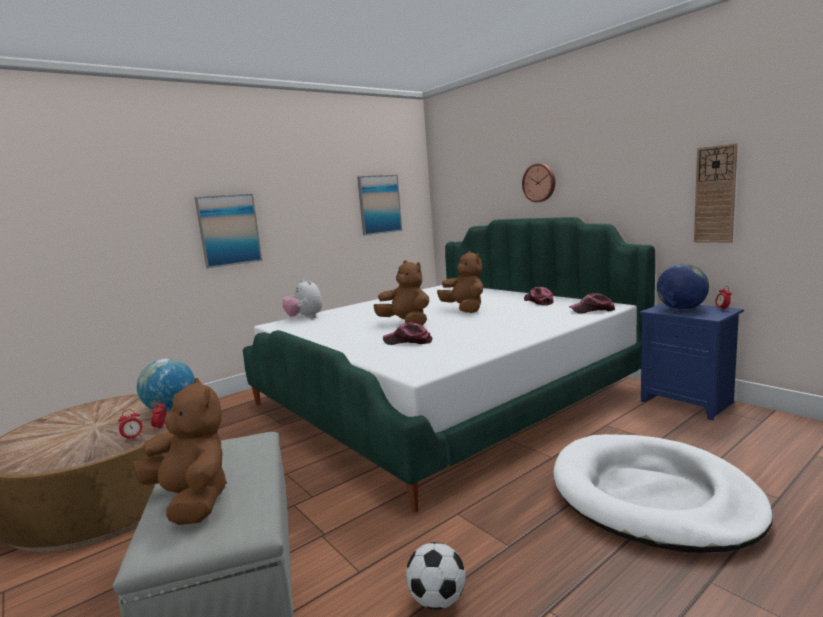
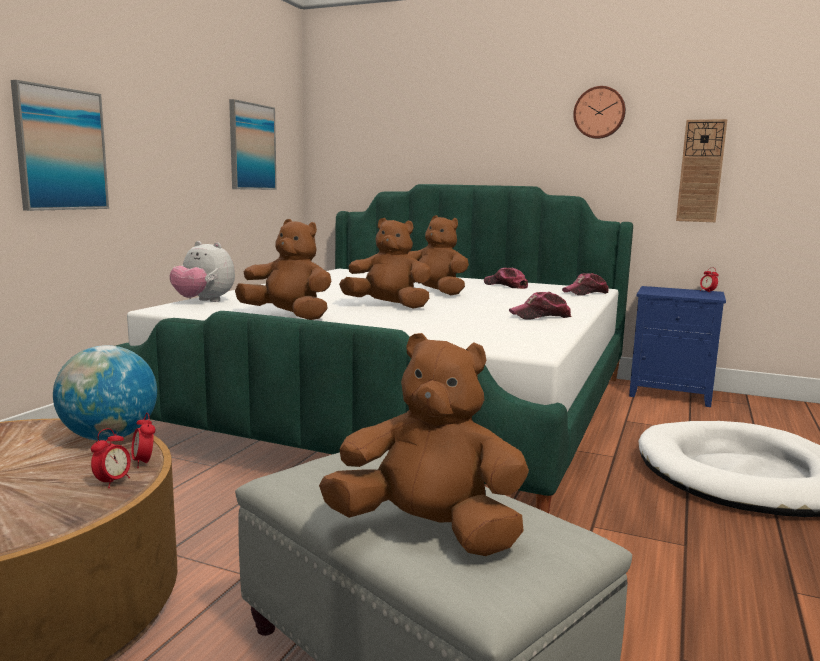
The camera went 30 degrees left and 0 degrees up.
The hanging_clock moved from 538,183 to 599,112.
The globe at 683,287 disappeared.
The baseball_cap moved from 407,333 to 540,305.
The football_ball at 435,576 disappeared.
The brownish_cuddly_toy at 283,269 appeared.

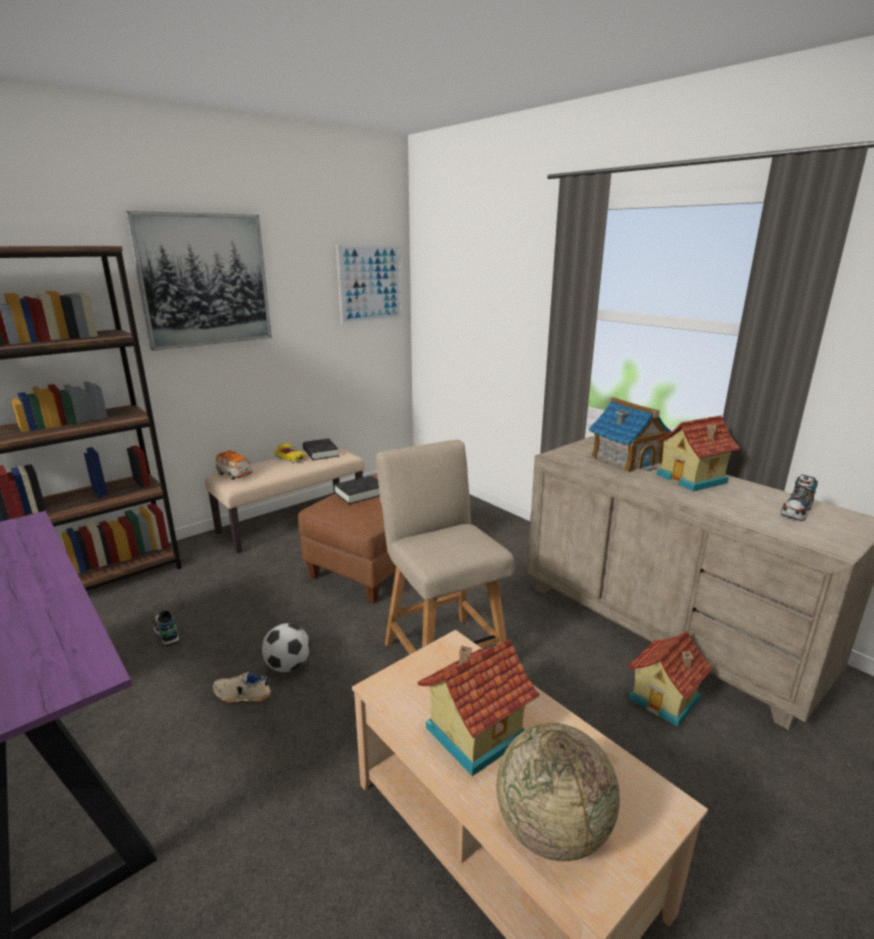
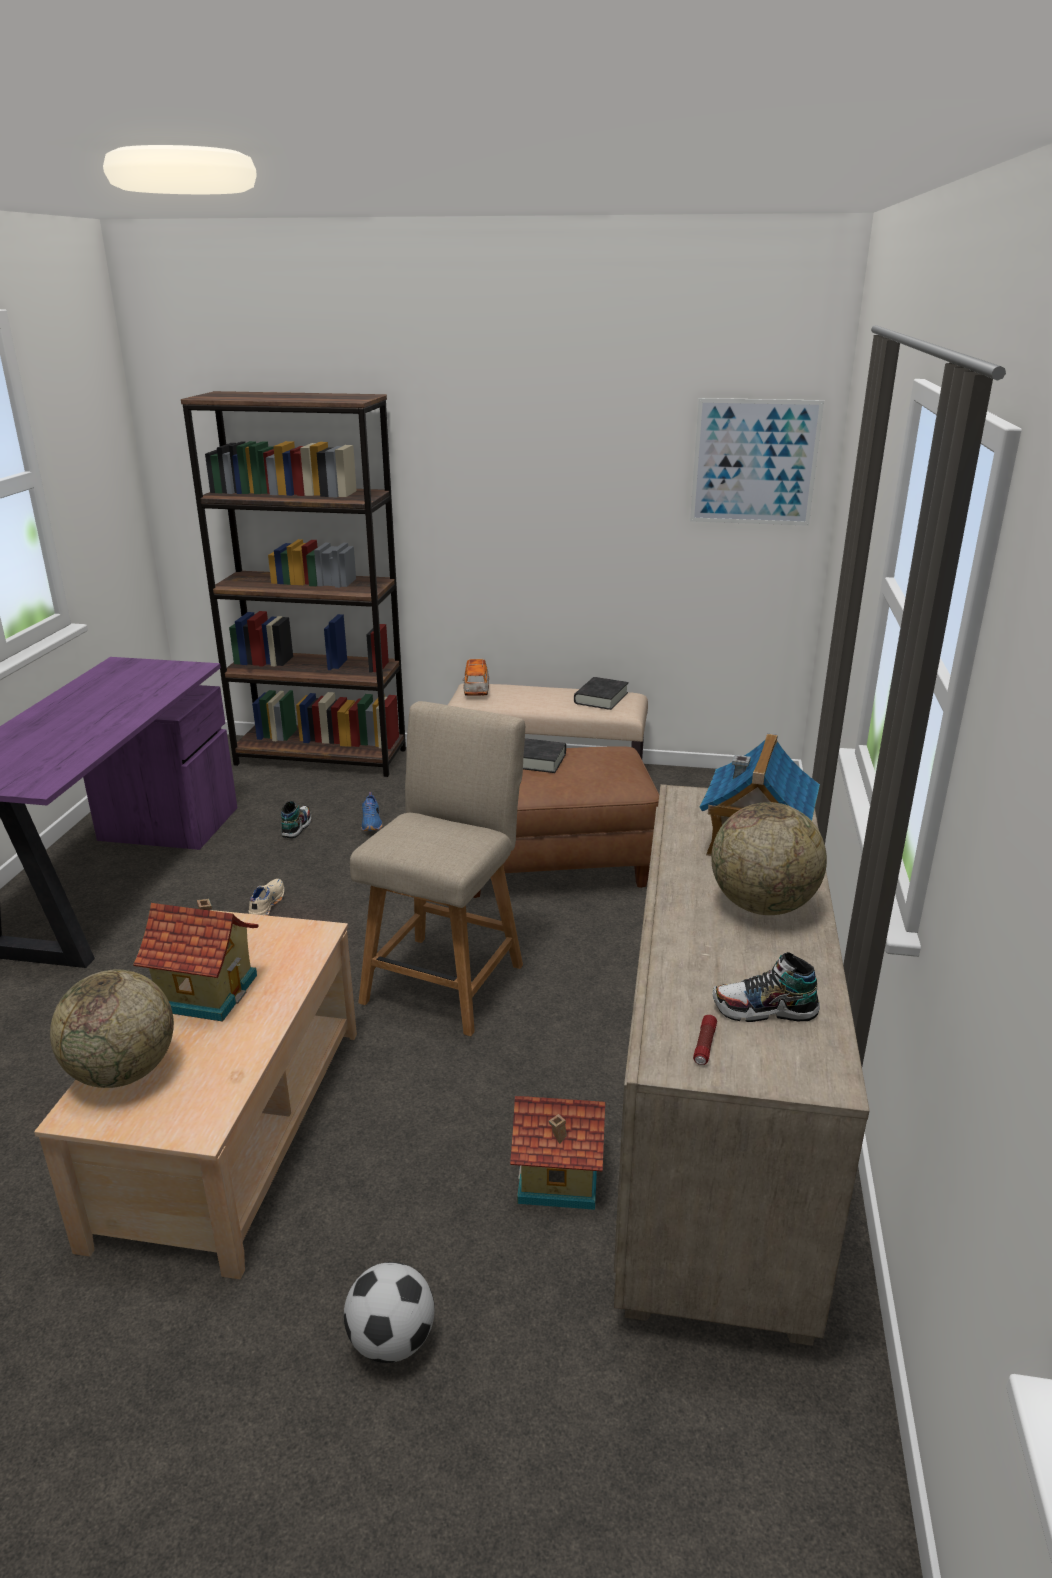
The camera went 50 degrees right and 5 degrees up.
The picture at 198,281 disappeared.
The toy_house at 698,453 was replaced by the globe at 769,858.
The toy_car at 290,453 disappeared.
The football_ball moved from 286,647 to 389,1312.
The beige_shoe at 242,687 turned 45 degrees clockwise.
The bluish_shoe at 371,811 appeared.
The flashlight at 705,1040 appeared.

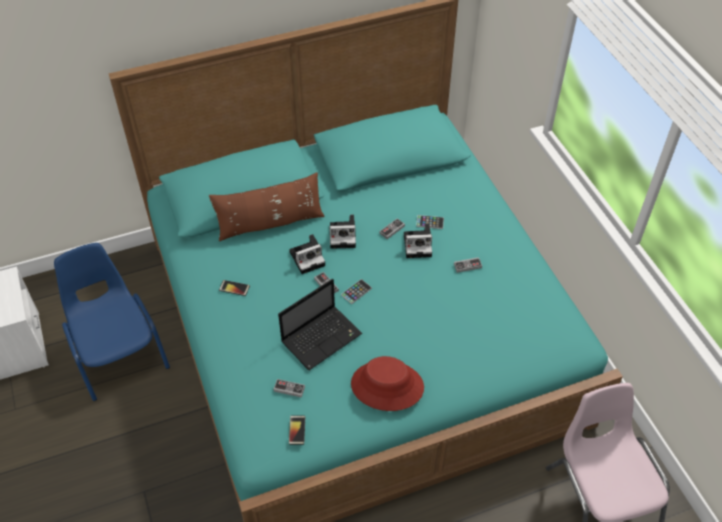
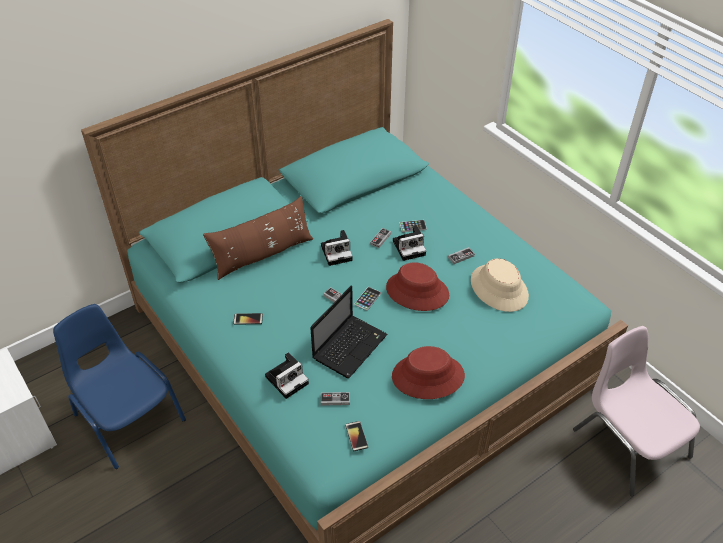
The camera went 15 degrees left and 5 degrees down.
The photo_camera moved from 307,254 to 287,375.
The beige_hat at 500,285 appeared.
The red-coloured_hat at 417,286 appeared.

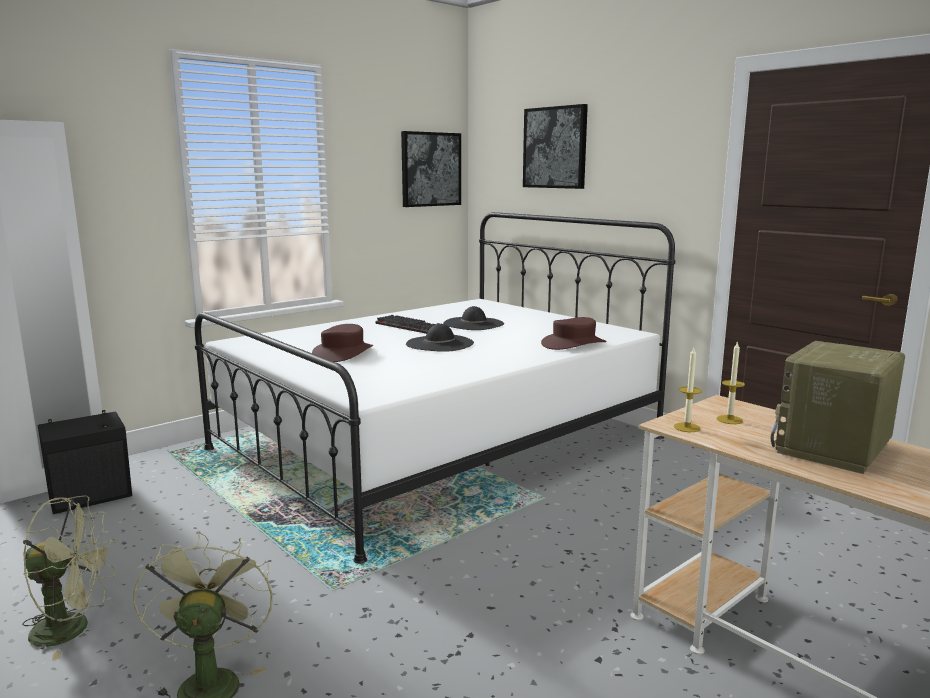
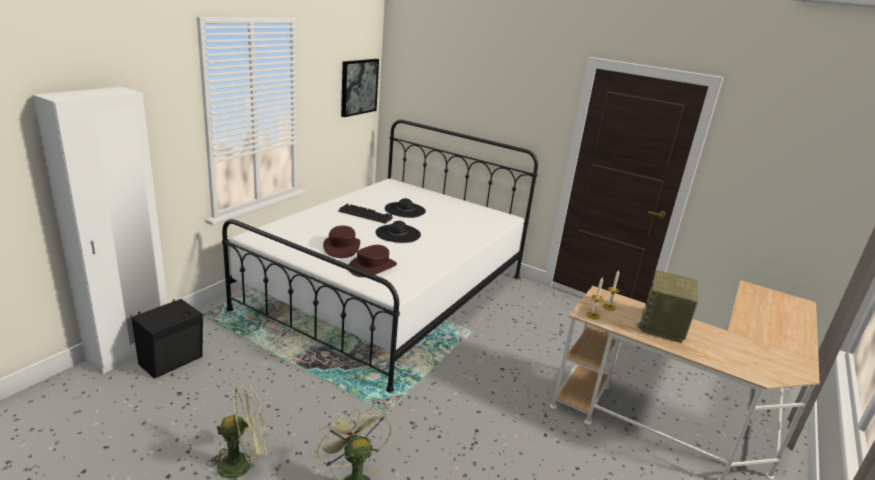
The camera went 20 degrees left and 10 degrees up.
The picture at 555,146 disappeared.
The brownish_hat moved from 574,333 to 373,261.

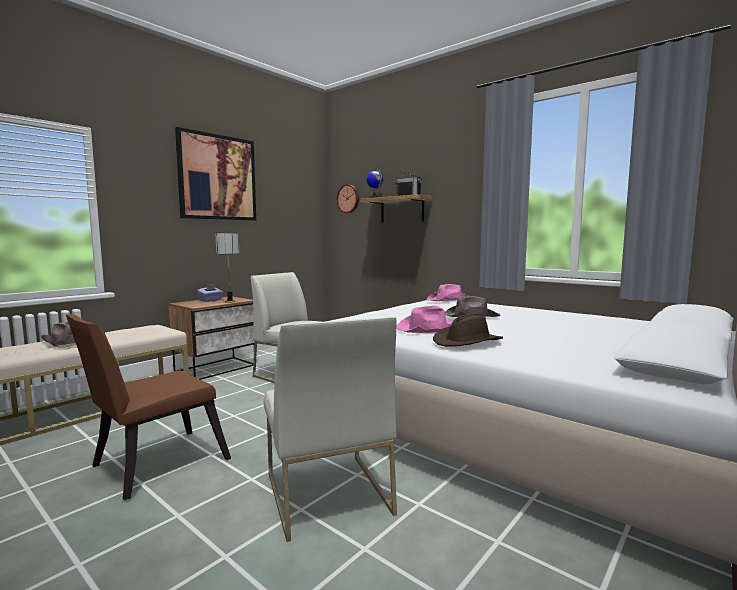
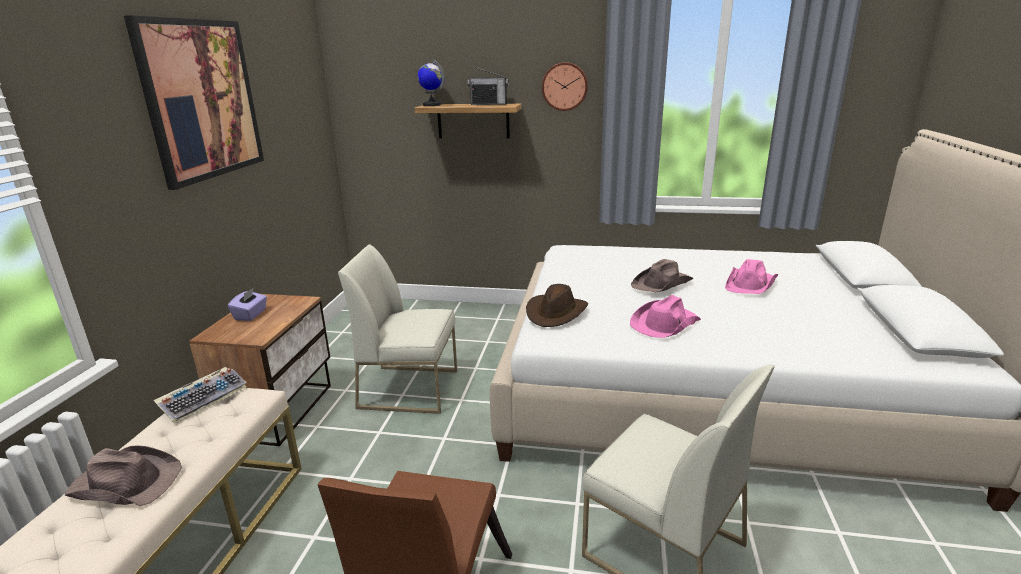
The camera went 30 degrees left and 15 degrees up.
The hanging_clock moved from 347,199 to 565,86.
The tabletop_lamp at 227,268 disappeared.
The pink_hat moved from 447,292 to 751,276.
The brownish_hat moved from 468,330 to 557,305.
The PC_keyboard at 200,395 appeared.

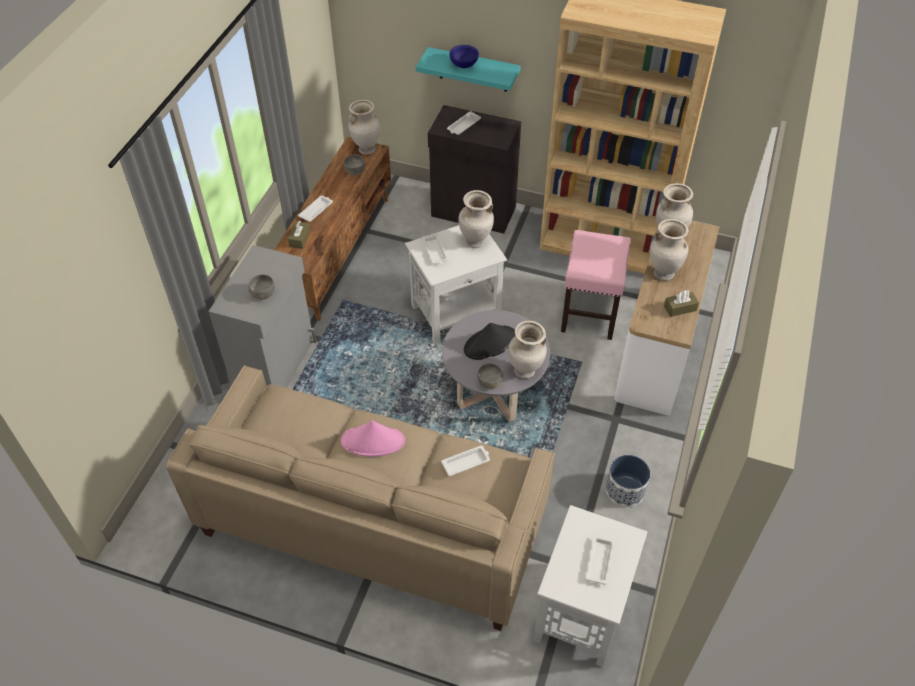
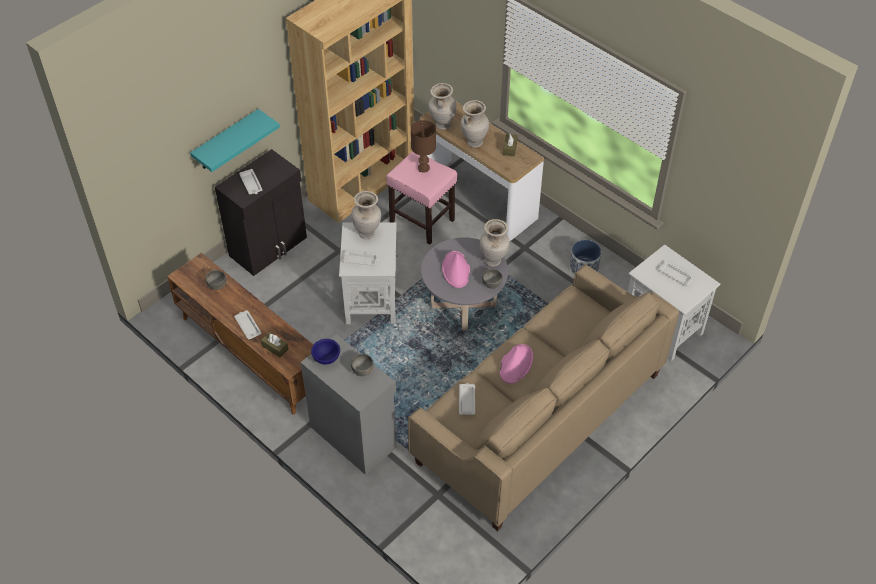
The camera went 65 degrees left and 0 degrees up.
The bluish_serving_bowl moved from 464,56 to 325,352.
The beige_flower_vase at 364,127 disappeared.
The blackish_hat at 489,341 became the pink_hat at 456,269.
The white-coloured_carrying_tray moved from 465,461 to 467,399.
The brownish_tabletop_lamp at 423,146 appeared.

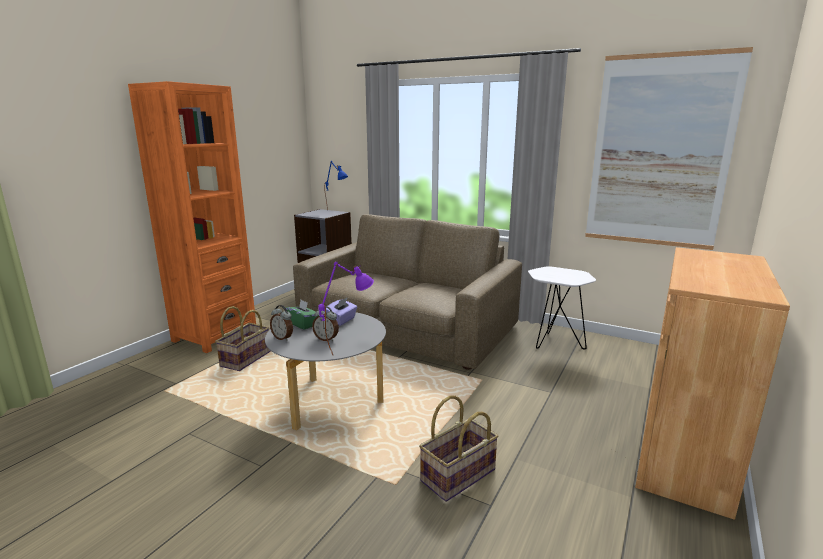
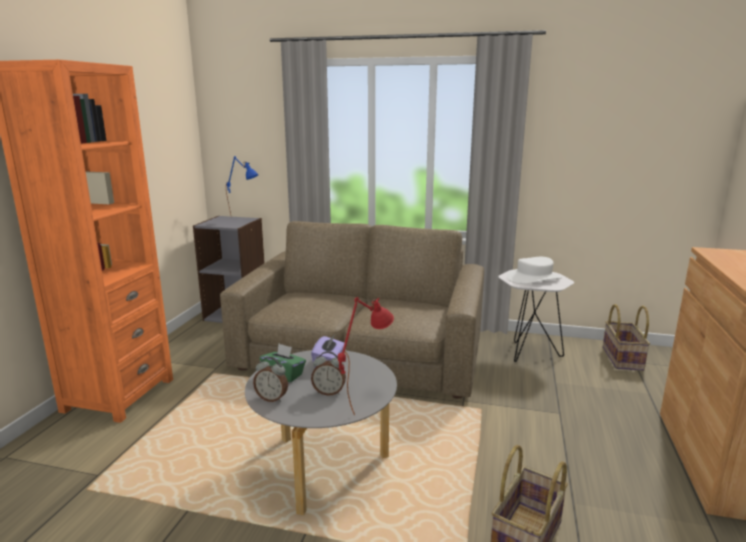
The camera went 15 degrees left and 0 degrees up.
The picture at 669,148 disappeared.
The purple-coloured_tabletop_lamp at 346,309 became the red-coloured_tabletop_lamp at 366,356.
The basket moved from 243,338 to 626,337.
The white-coloured_hat at 534,270 appeared.

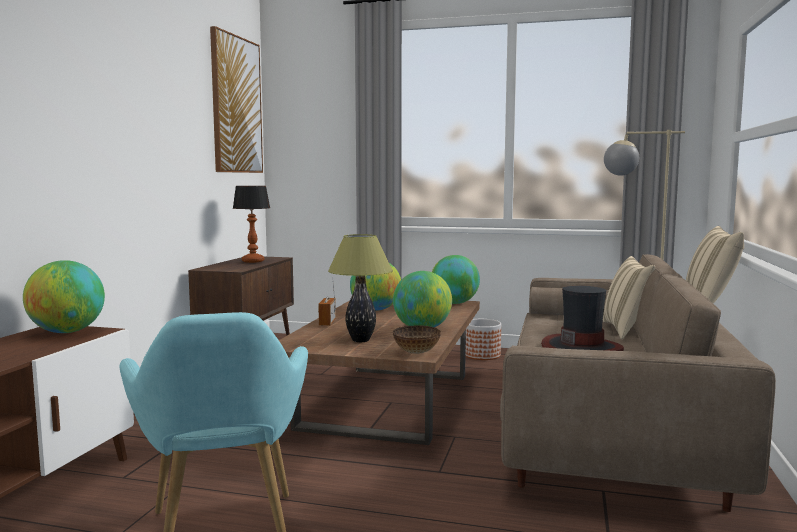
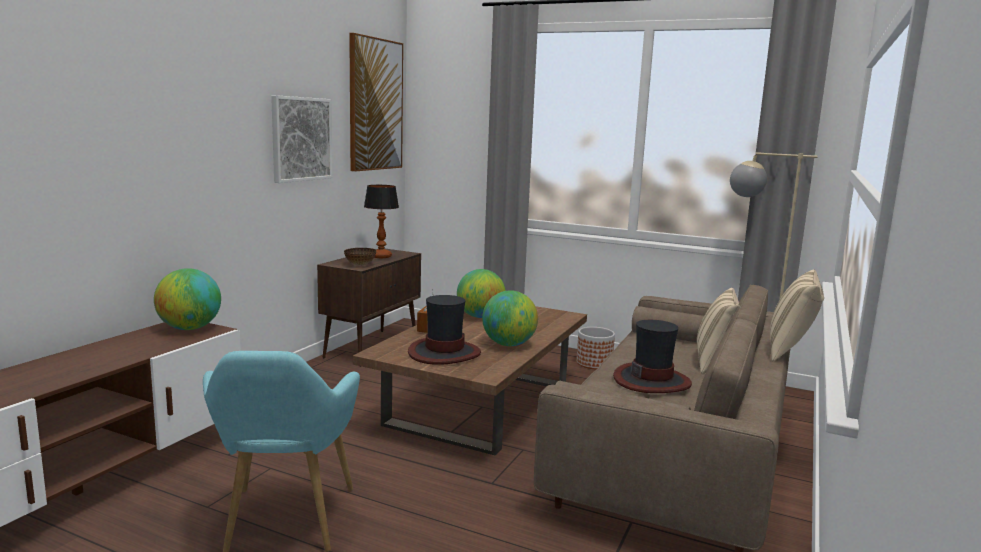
The camera went 10 degrees right and 5 degrees up.
The tabletop_lamp at 360,288 was replaced by the hat at 444,330.
The globe at 456,279 disappeared.
The serving_bowl moved from 417,339 to 360,257.
The picture at 301,139 appeared.

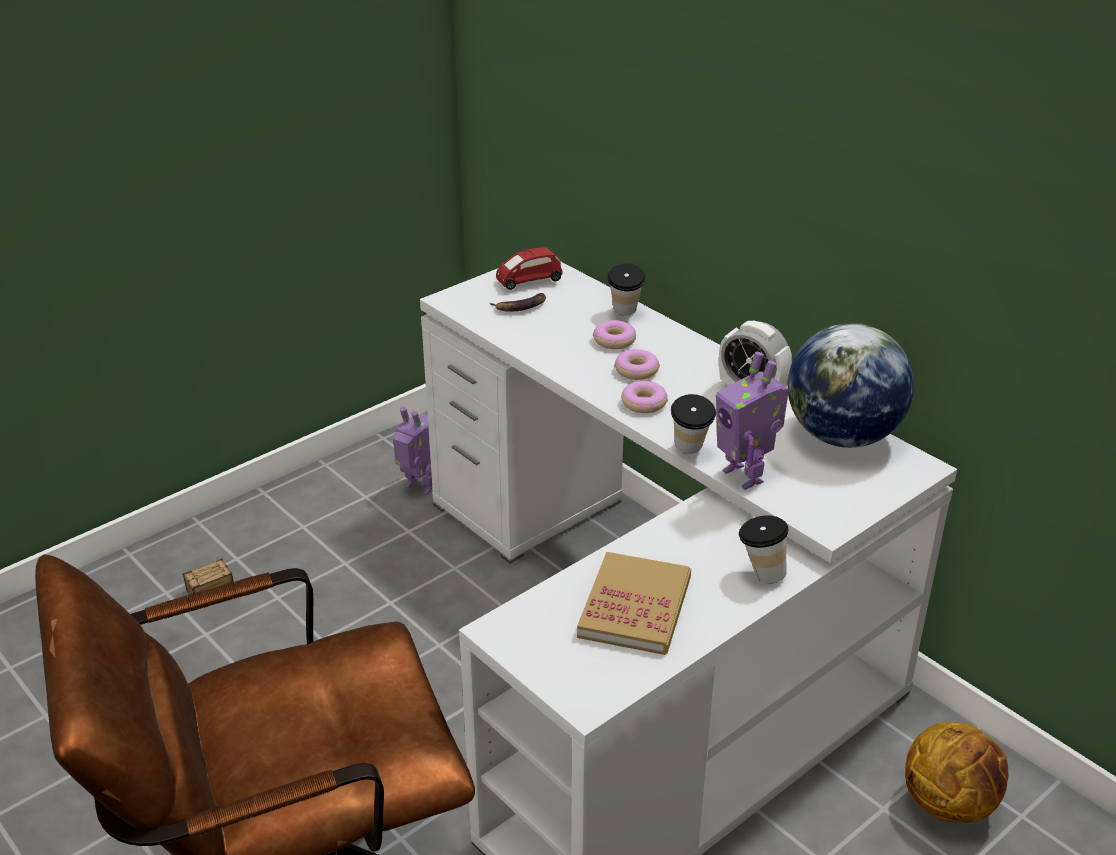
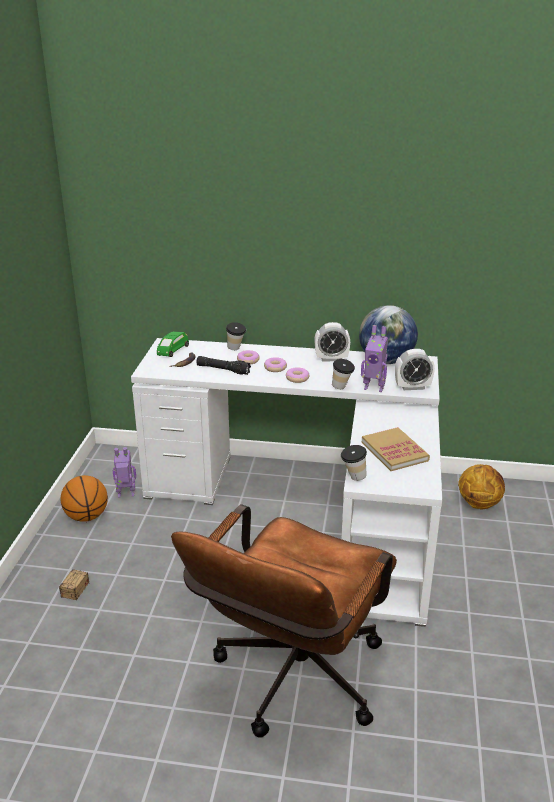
The camera went 40 degrees left and 5 degrees down.
The red-coloured_toy_car at 529,268 became the green_toy_car at 173,344.
The drinking_cup moved from 763,549 to 354,463.
The table_clock at 415,369 appeared.
The blackish_flashlight at 223,365 appeared.
The ball_for_basketball at 84,498 appeared.

